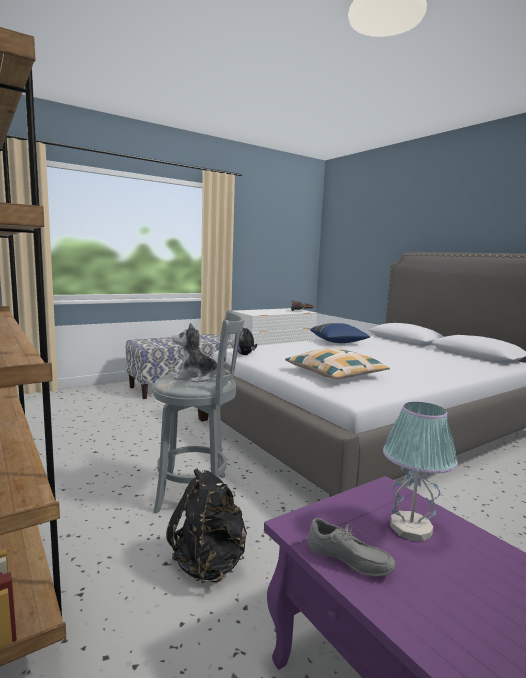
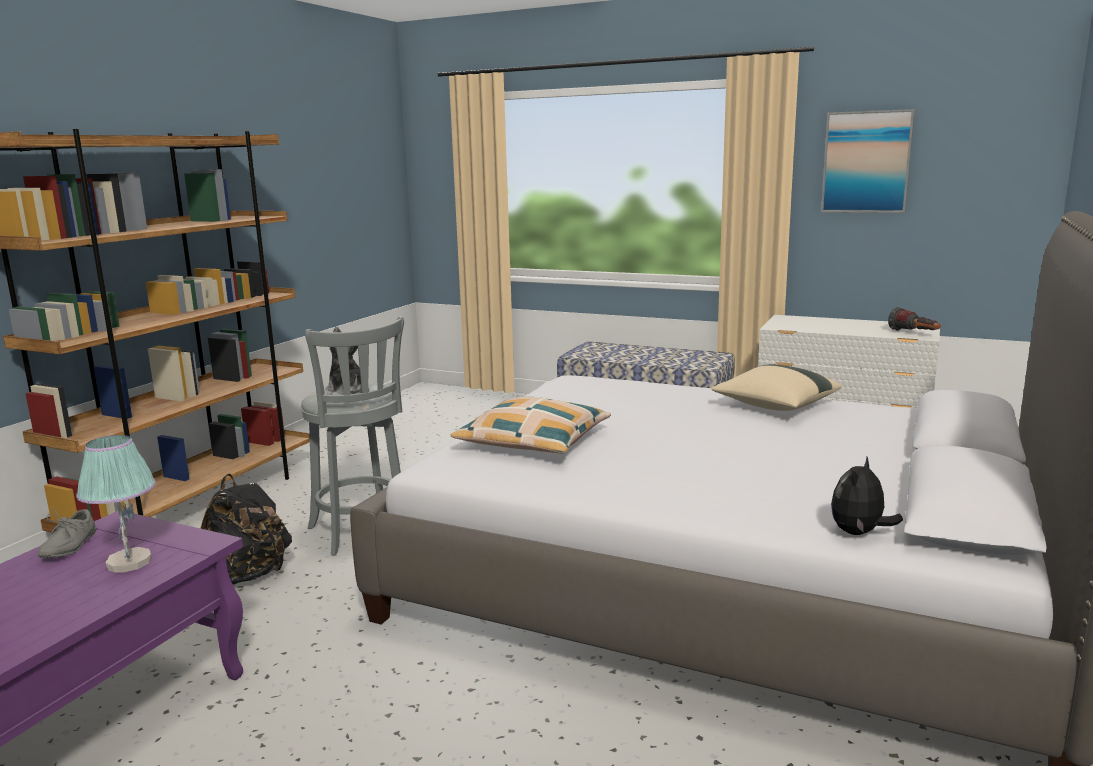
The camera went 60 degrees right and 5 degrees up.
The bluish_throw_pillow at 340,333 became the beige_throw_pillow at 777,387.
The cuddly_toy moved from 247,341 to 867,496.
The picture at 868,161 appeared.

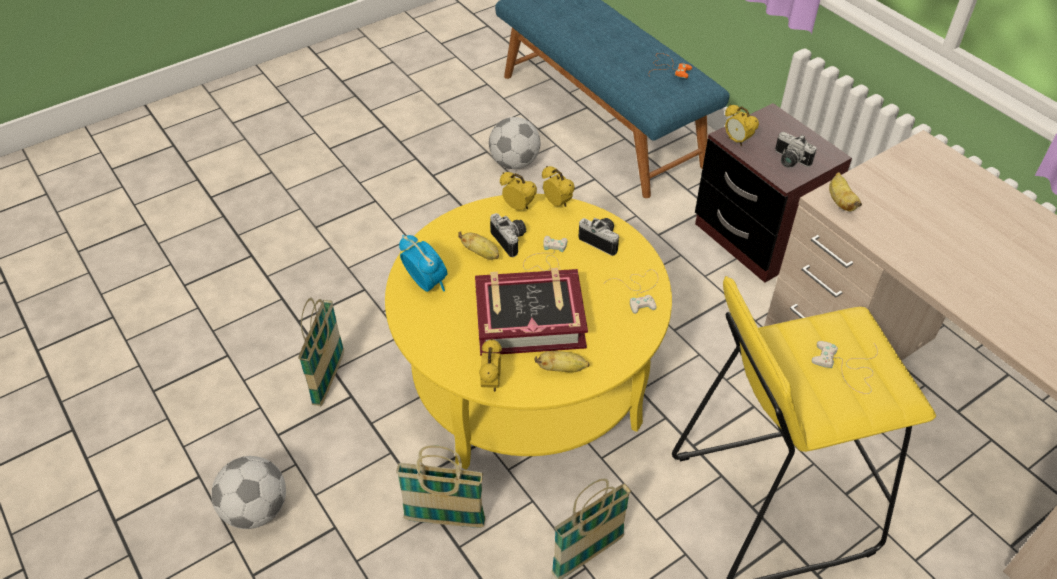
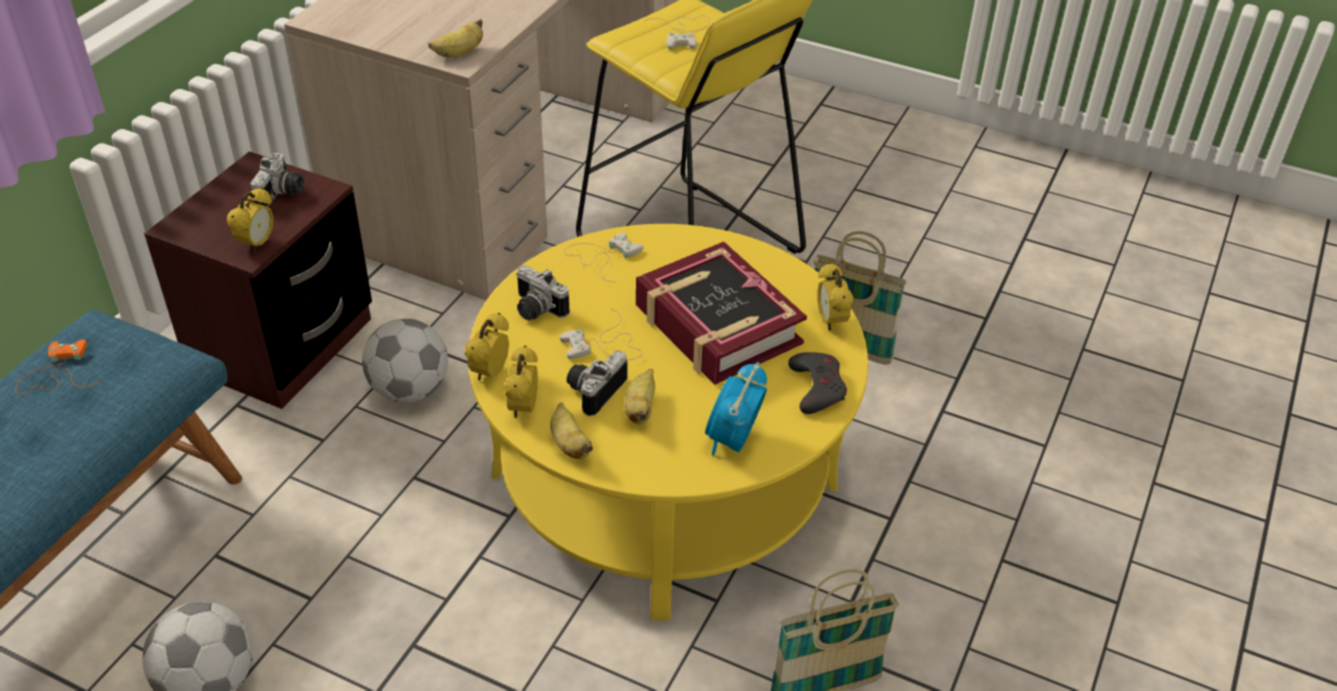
The camera went 120 degrees left and 5 degrees down.
The photo_camera at 598,237 turned 60 degrees counterclockwise.
The table_clock at 490,365 turned 75 degrees counterclockwise.
The banana_fruit moved from 562,361 to 571,430.
The basket at 441,486 disappeared.
The football_ball moved from 248,492 to 405,361.
The greyish_joypad at 817,383 appeared.

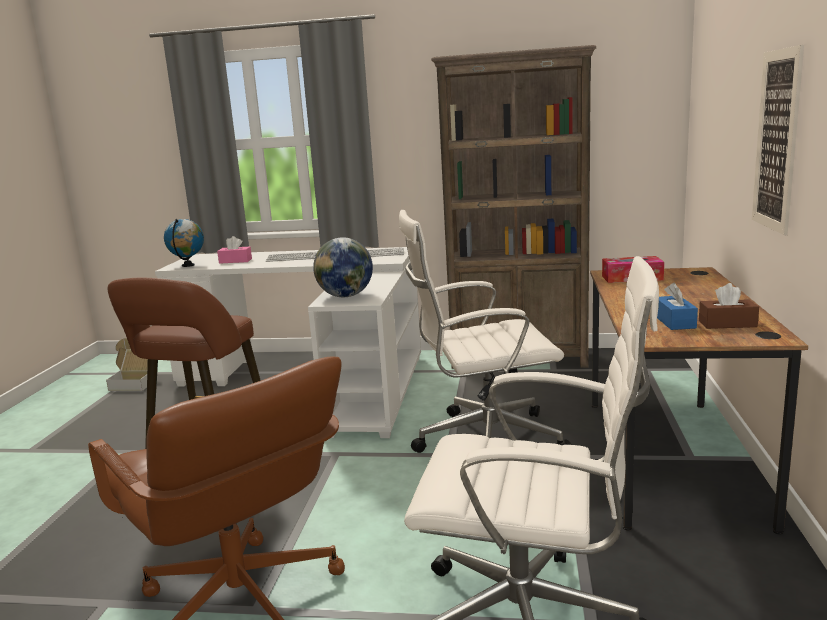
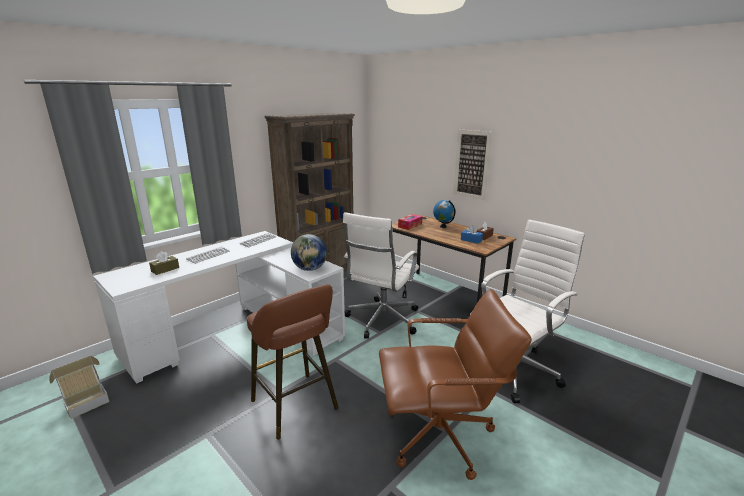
The camera went 55 degrees left and 5 degrees up.
The globe moved from 184,243 to 444,214.
The pink_box_of_tissues at 234,250 became the brownish_box_of_tissues at 164,263.

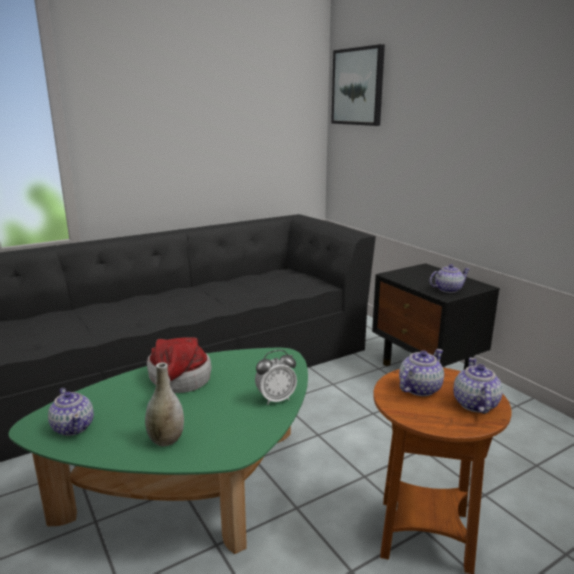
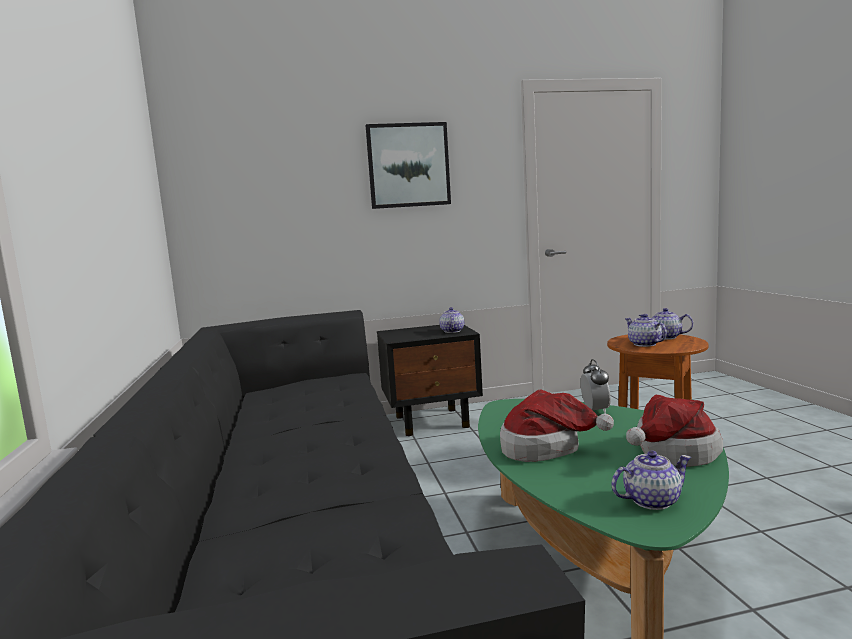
The camera went 70 degrees left and 10 degrees down.
The picture moved from 358,85 to 408,165.
The greyish_flower_vase at 164,404 was replaced by the hat at 674,430.

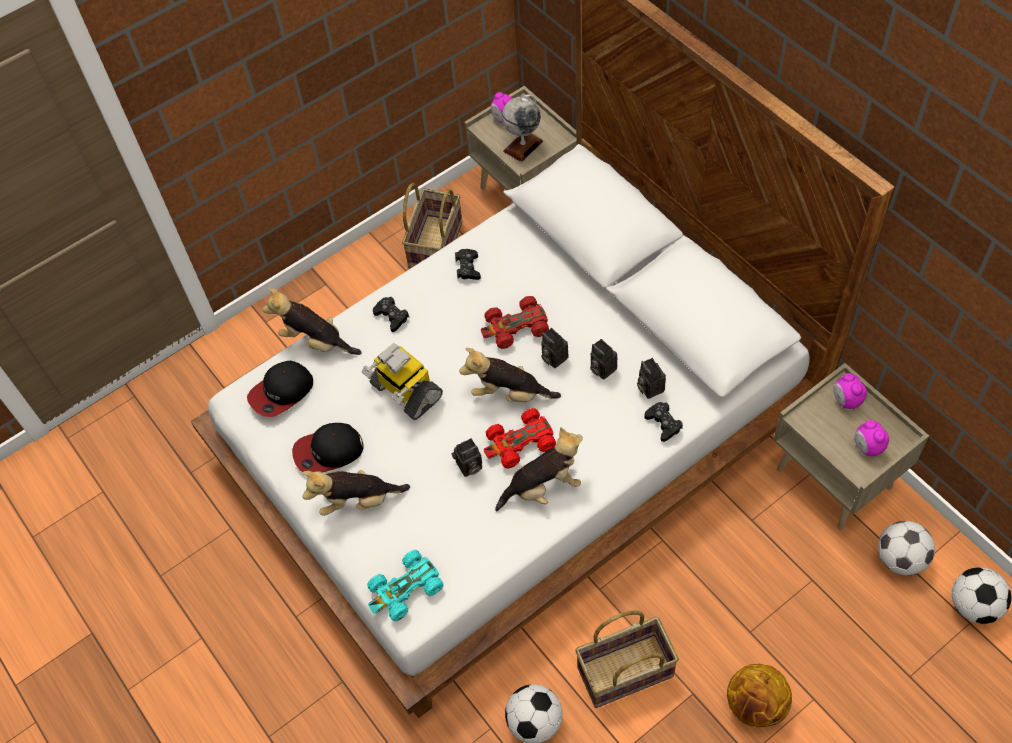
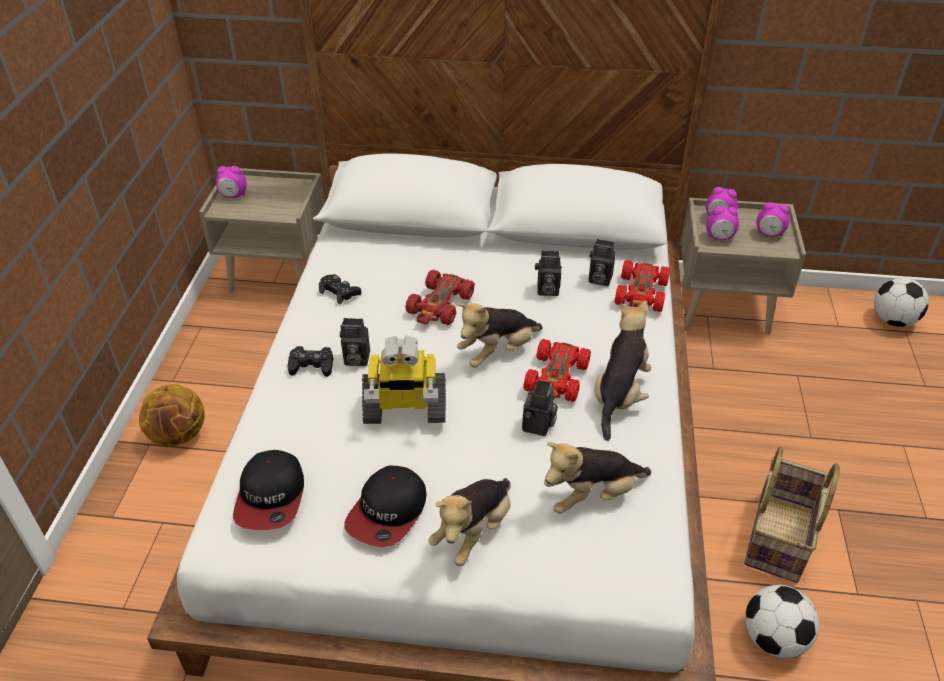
The camera went 50 degrees left and 15 degrees down.
The globe at 522,128 disappeared.
The basket at 432,225 disappeared.
The cuddly_toy moved from 312,321 to 597,478.
The photo_camera moved from 555,348 to 355,342.
The blackish_joypad at 663,422 was replaced by the red-coloured_toy_car at 642,286.
The football_ball at 906,548 disappeared.
The turquoise_toy_car at 405,585 disappeared.
The ball_for_basketball moved from 759,695 to 172,415.
The table_clock at 722,223 appeared.

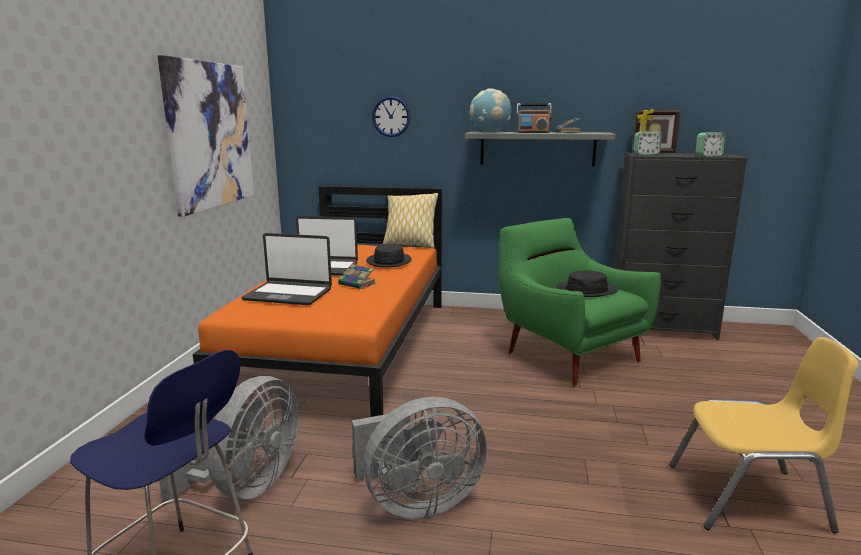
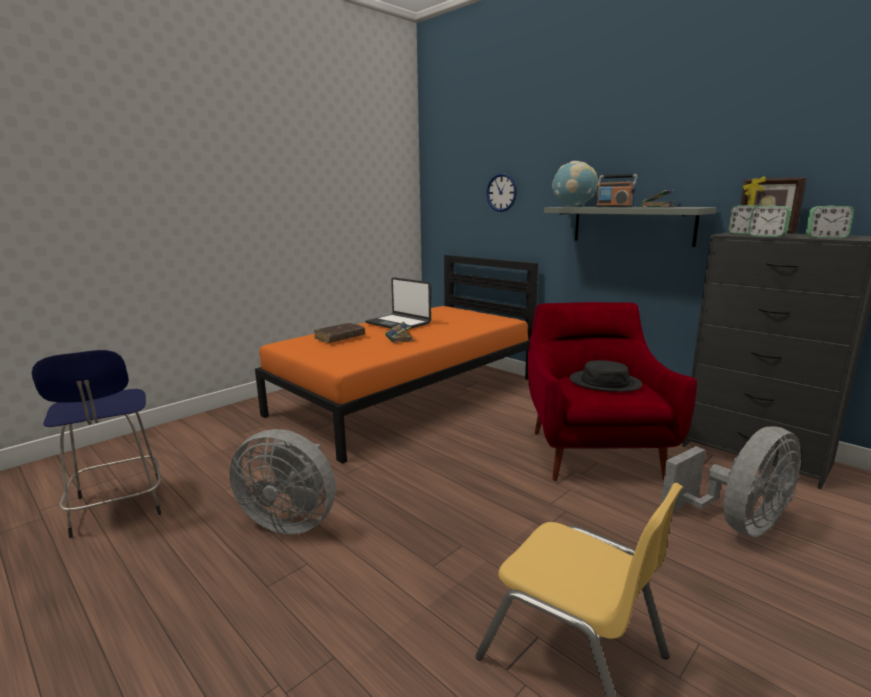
The camera went 35 degrees right and 0 degrees up.
The picture at 206,136 disappeared.
The throw_pillow at 410,220 disappeared.
The green_armchair at 579,302 became the red-coloured_armchair at 612,391.
The notebook_computer at 286,269 was replaced by the brownish_book at 339,333.
The blackish_hat at 389,255 disappeared.
The greyish_electric_fan moved from 228,438 to 731,481.
The table_clock at 769,221 appeared.

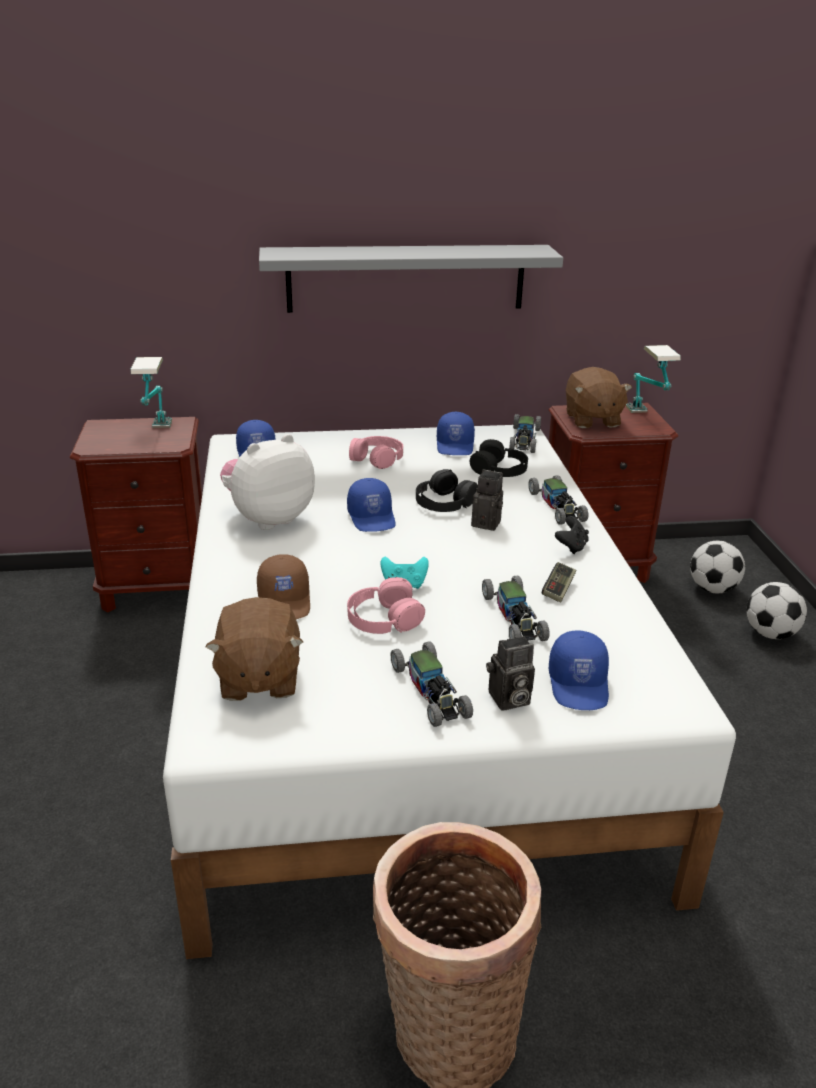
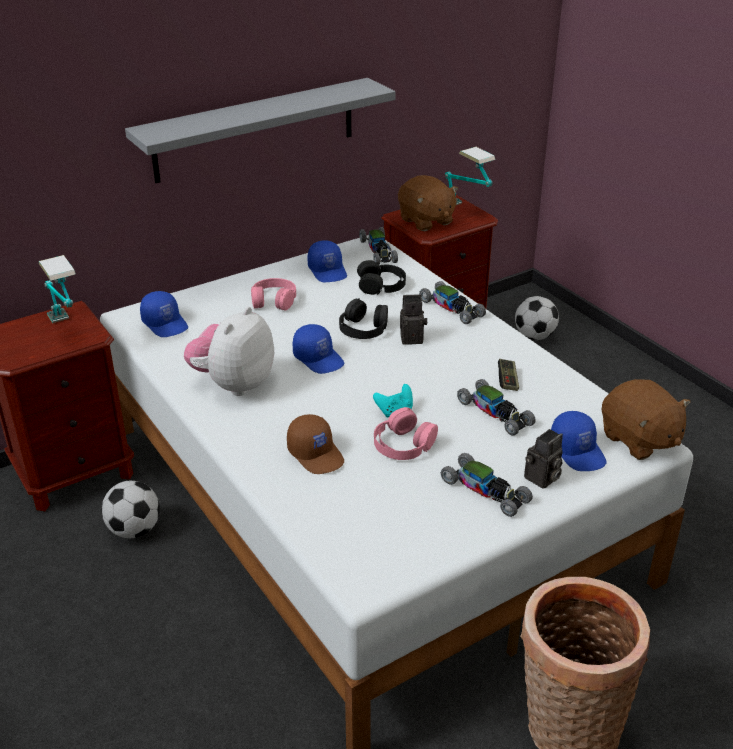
The camera went 25 degrees left and 5 degrees up.
The blackish_joypad at 572,535 disappeared.
The football_ball moved from 777,610 to 131,509.
The brownish_cuddly_toy moved from 254,649 to 646,419.

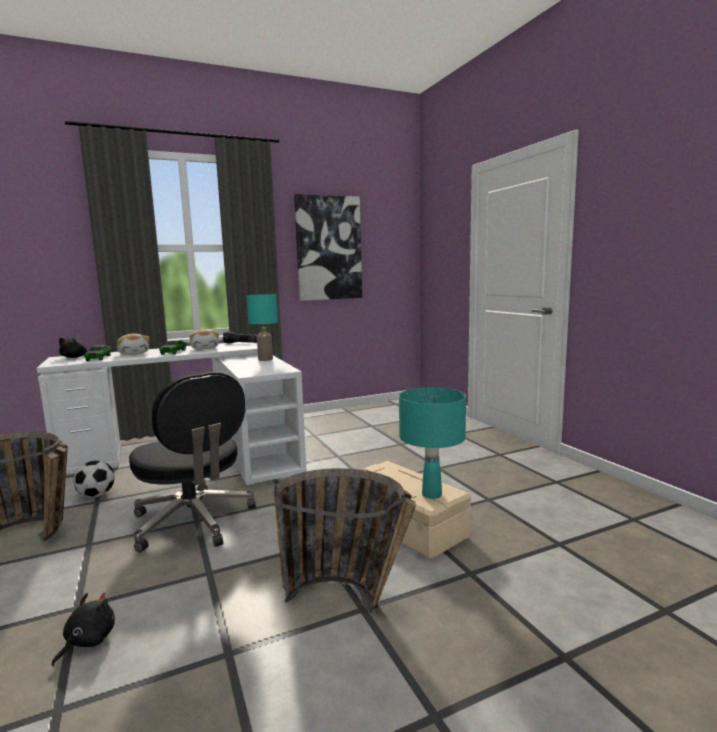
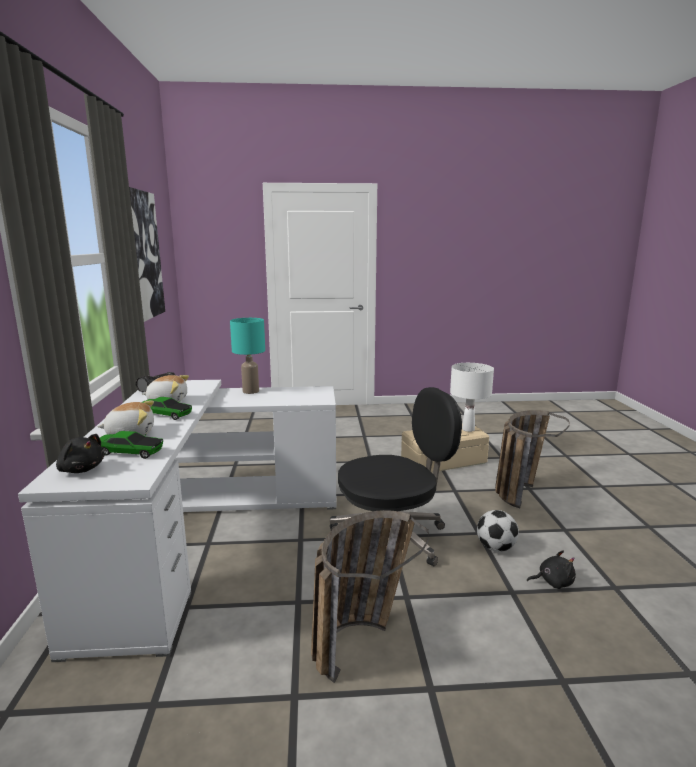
The camera went 70 degrees left and 5 degrees up.
The turquoise_tabletop_lamp at 432,443 became the white-coloured_tabletop_lamp at 472,397.
The football_ball moved from 94,479 to 498,531.
The blackish_cuddly_toy at 83,629 turned 135 degrees clockwise.

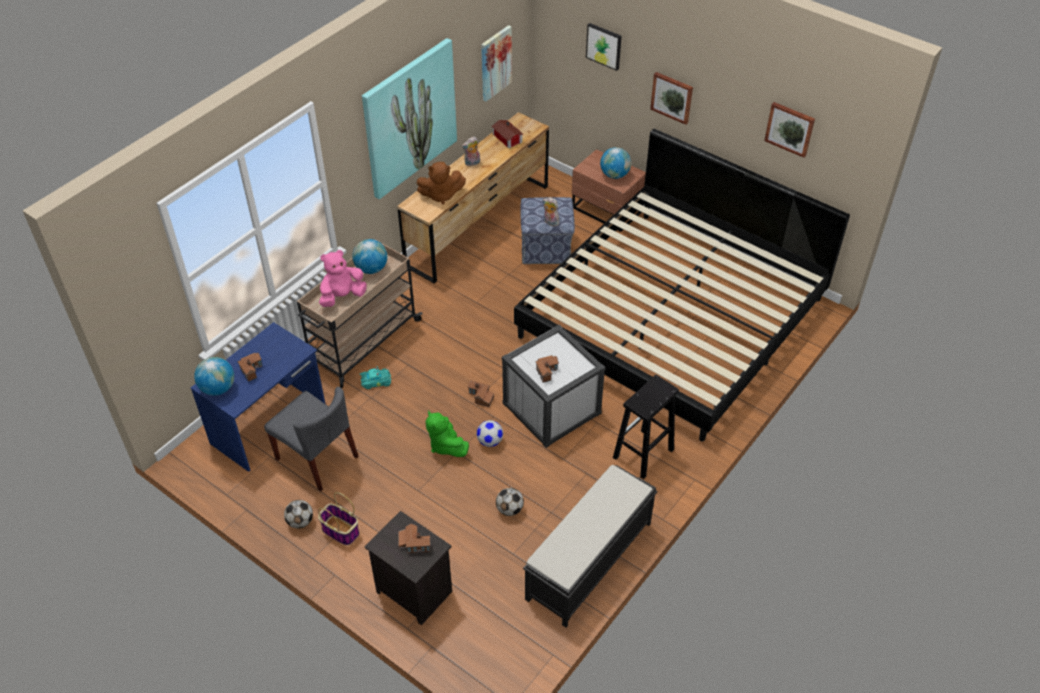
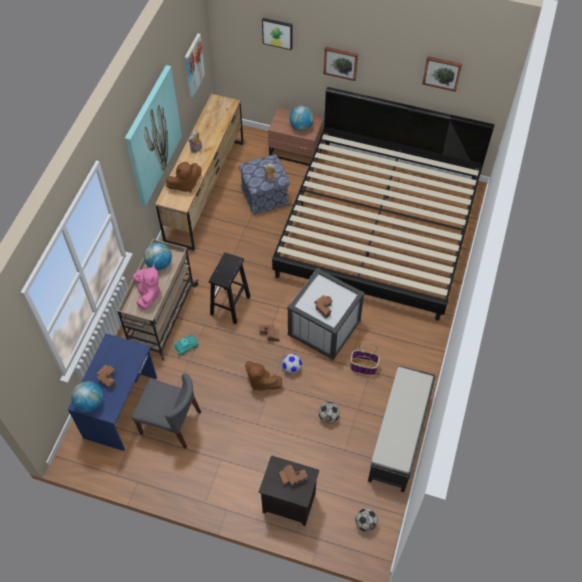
The camera went 20 degrees left and 10 degrees up.
The toy_house at 507,134 disappeared.
The pink_cuddly_toy at 343,278 turned 135 degrees clockwise.
The blackish_stool_seat moved from 646,427 to 229,288.
The green_cuddly_toy at 447,434 became the brownish_cuddly_toy at 263,376.
The basket moved from 339,518 to 365,358.
The football_ball moved from 298,514 to 367,520.

